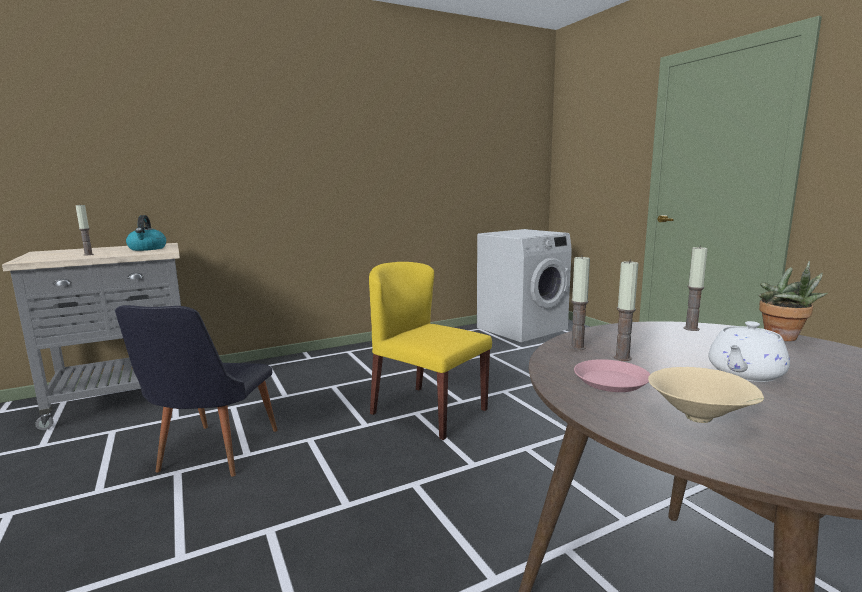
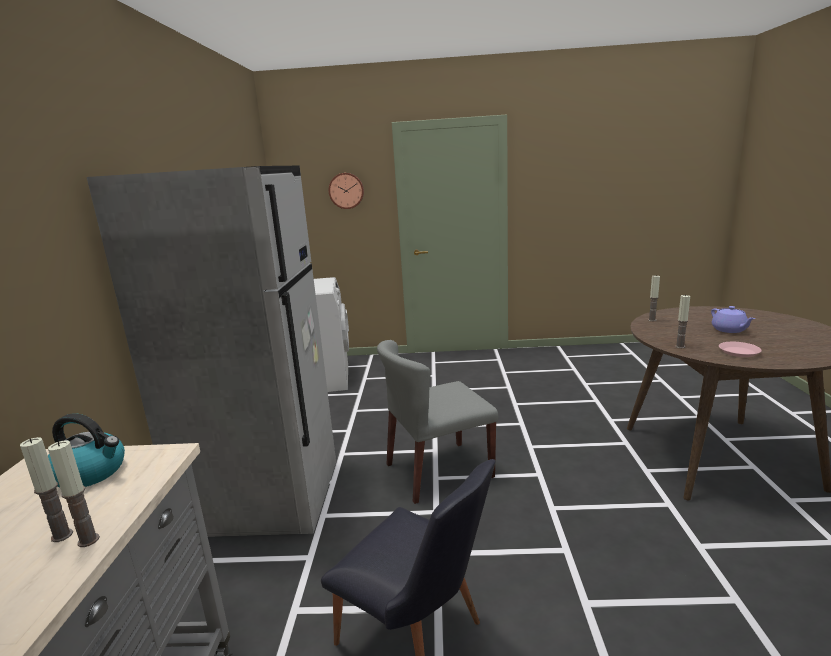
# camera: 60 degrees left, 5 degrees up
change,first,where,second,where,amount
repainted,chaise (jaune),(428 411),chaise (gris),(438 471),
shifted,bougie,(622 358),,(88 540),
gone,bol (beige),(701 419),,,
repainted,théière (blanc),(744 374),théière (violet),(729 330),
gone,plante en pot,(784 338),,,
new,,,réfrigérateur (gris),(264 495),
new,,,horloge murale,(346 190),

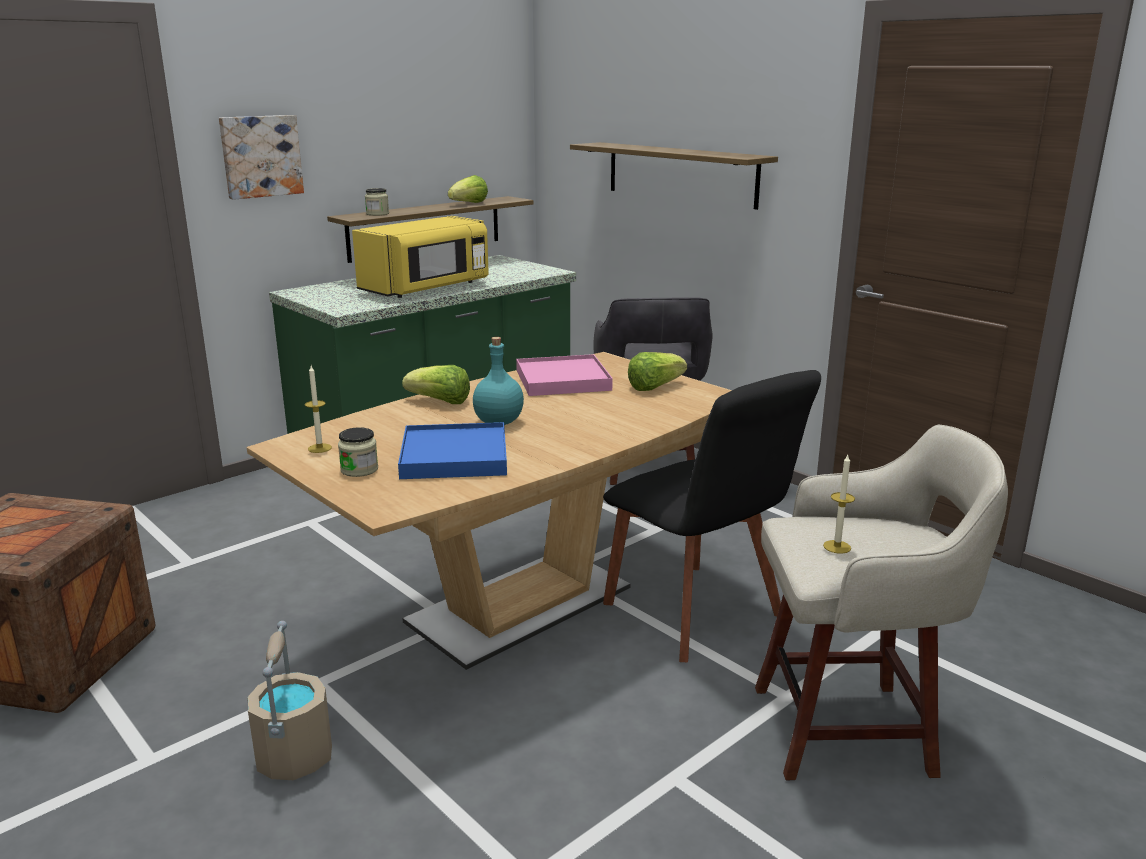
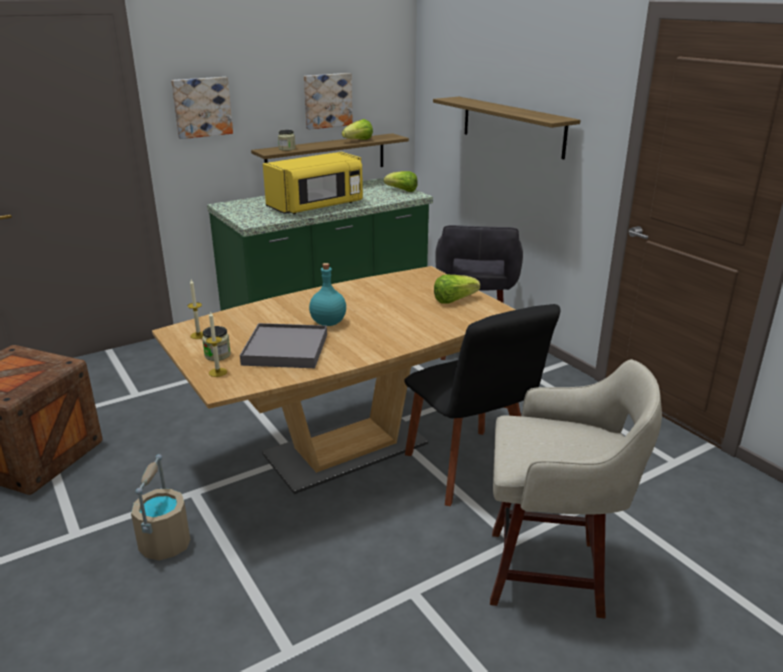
# camera: 10 degrees right, 5 degrees up
change,first,where,second,where,amount
repainted,plateau (bleu),(455 456),plateau (gris),(286 349),
shifted,laitue,(440 402),,(402 190),
gone,plateau (rose),(562 380),,,
shifted,bougie,(837 547),,(218 372),
new,,,tableau,(327 100),

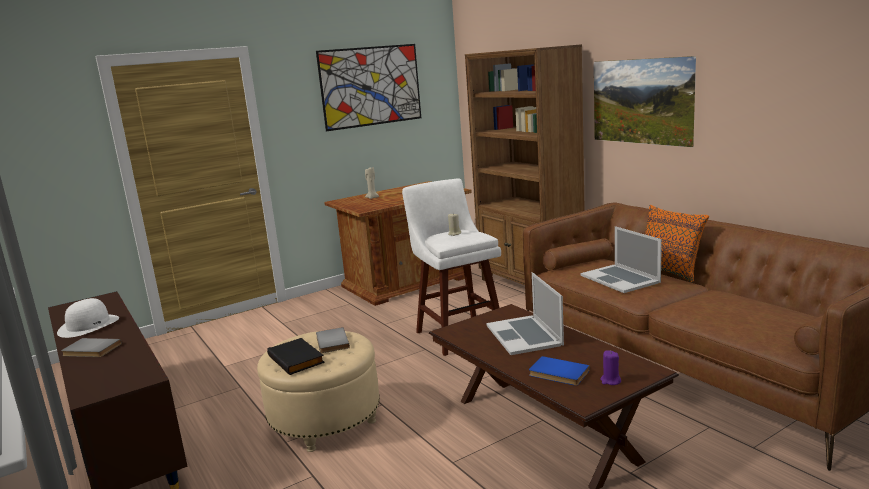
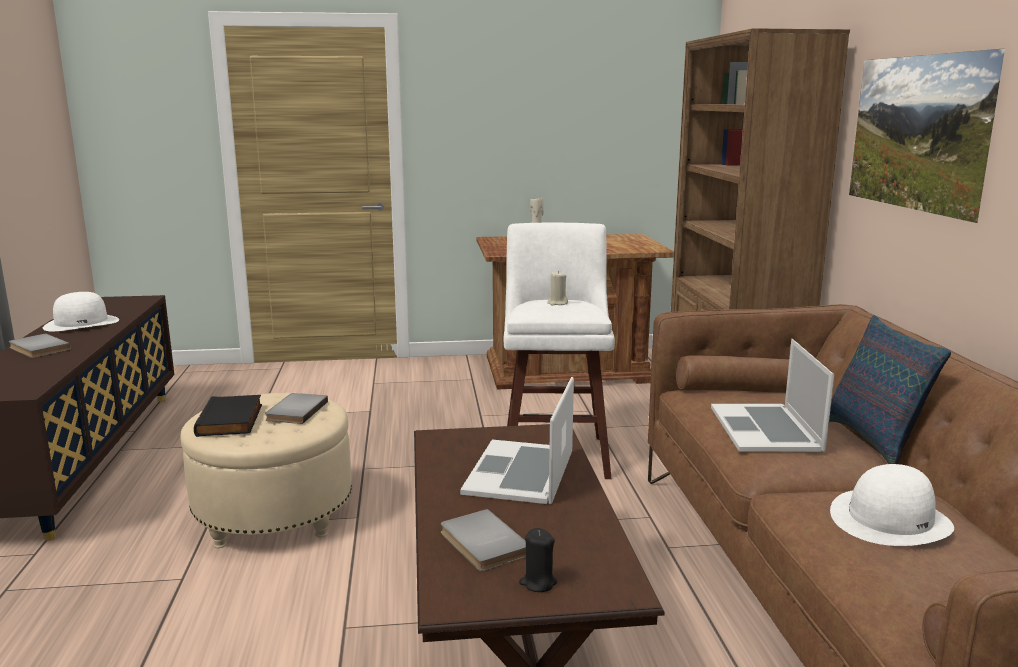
# camera: 25 degrees right, 0 degrees up
change,first,where,second,where,amount
gone,tableau,(371 86),,,
repainted,livre (bleu),(558 374),livre (gris),(481 544),
repainted,bougie (violet),(610 381),bougie (noir),(538 583),
repainted,coussin (orange),(669 273),coussin (bleu),(873 441),
new,,,chapeau (blanc),(890 519),

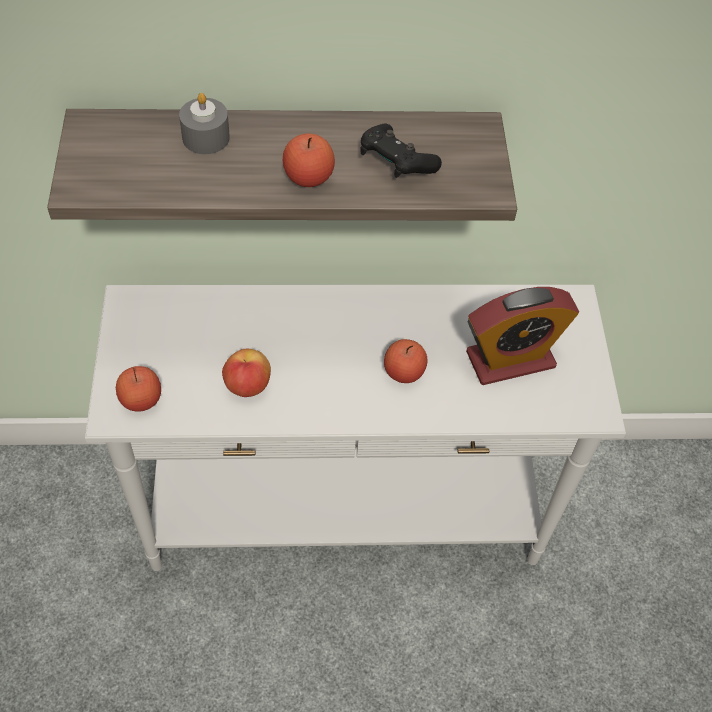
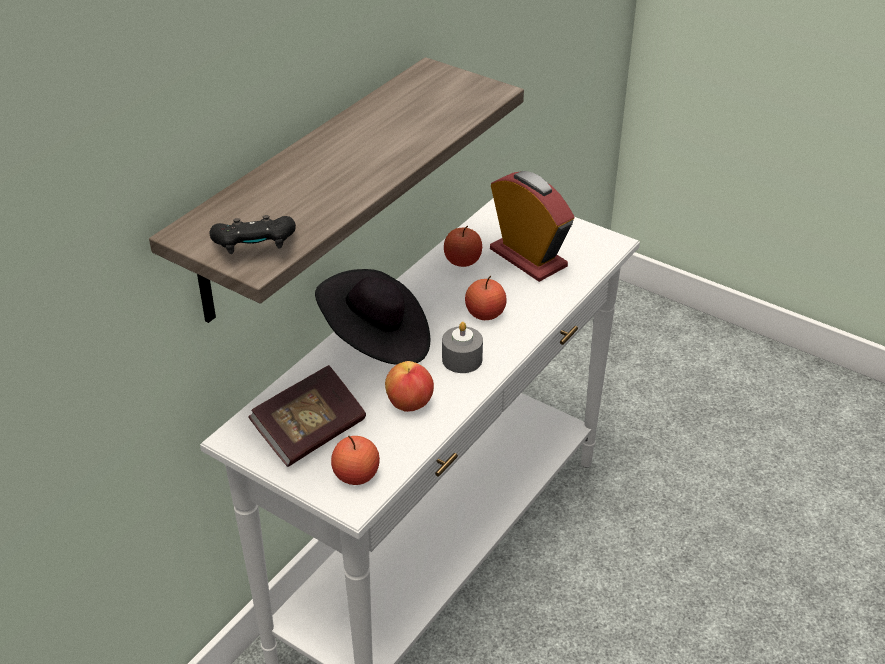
# camera: 50 degrees left, 15 degrees down
change,first,where,second,where,amount
shifted,bougie (gris),(206 137),,(462 359),
shifted,pomme,(308 177),,(462 261),
shifted,manette (noir),(395 164),,(255 248),
rotated,réveil,(510 359),,(528 258),60 degrees counterclockwise
new,,,livre,(310 432),
new,,,chapeau (noir),(376 341),

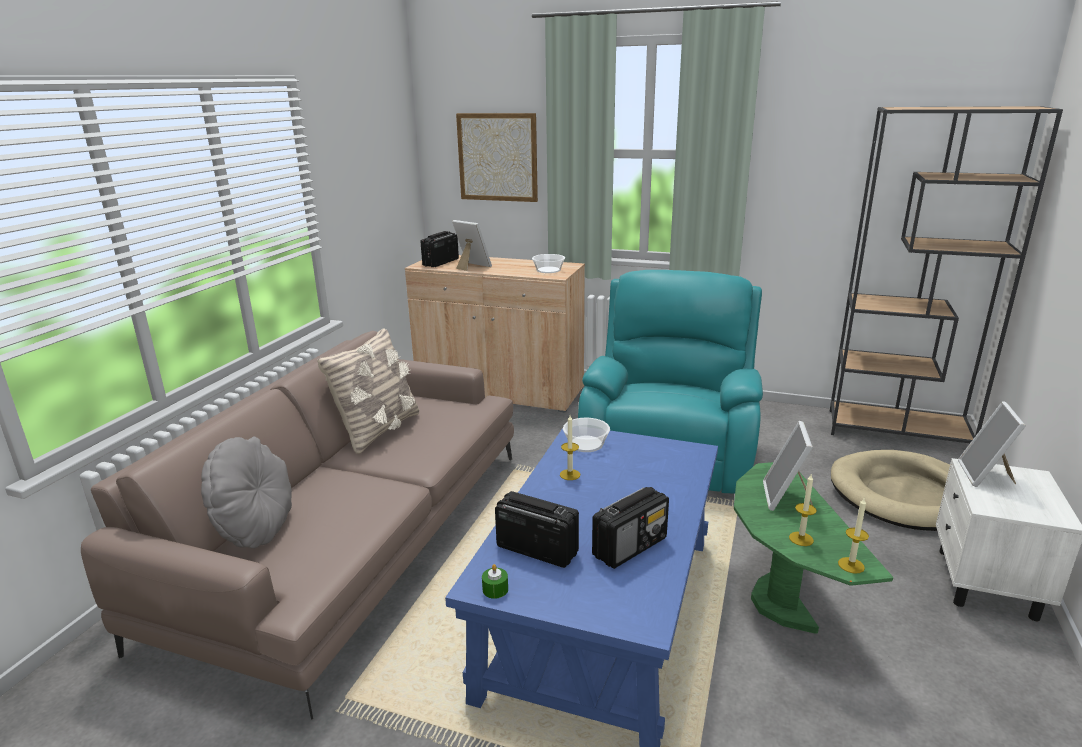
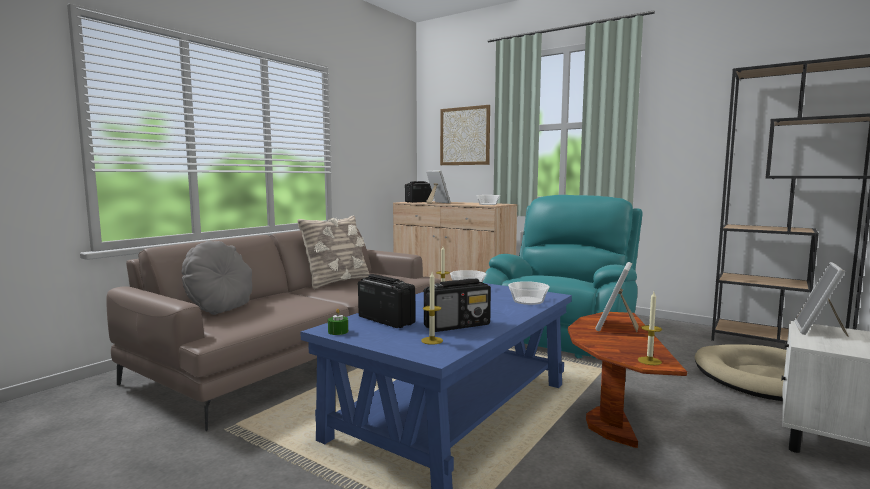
# camera: 15 degrees right, 15 degrees down
change,first,where,second,where,amount
repainted,table d'appoint (vert),(782 603),table d'appoint (marron),(613 425),
shifted,bougie,(801 539),,(432 340),
new,,,bol,(528 300),

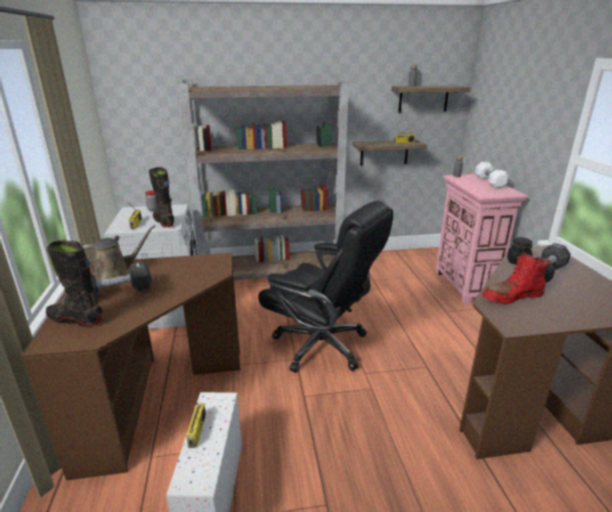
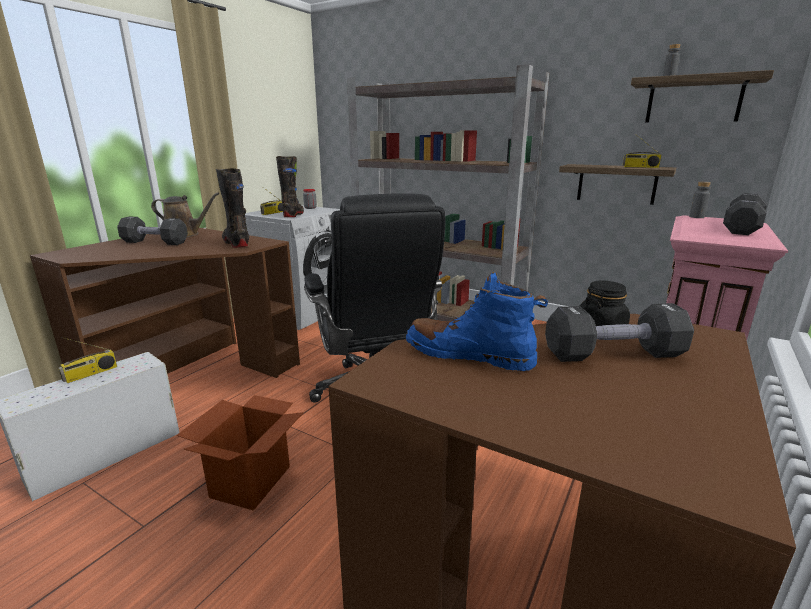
# camera: 40 degrees right, 5 degrees down
change,first,where,second,where,amount
shifted,botte (noir),(76 319),,(236 243),
repainted,haltère (blanc),(489 182),haltère (noir),(741 228),
repainted,botte (rouge),(512 297),botte (bleu),(469 355),
new,,,carton,(251 481),

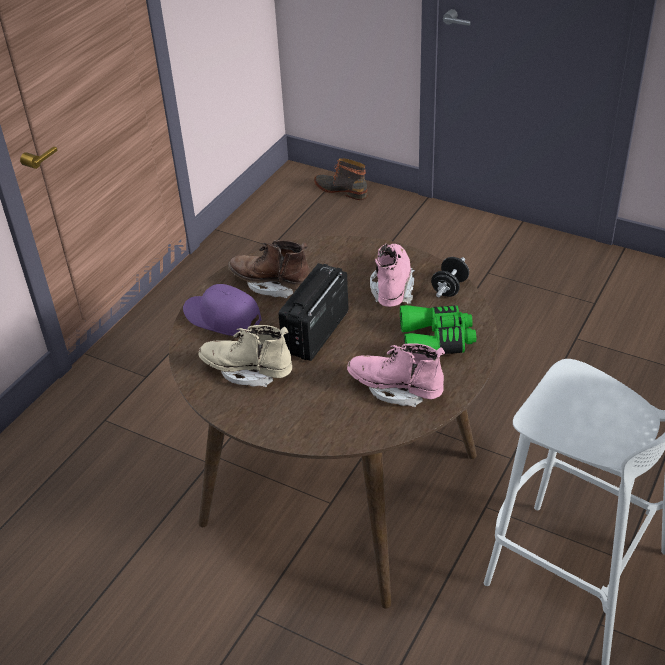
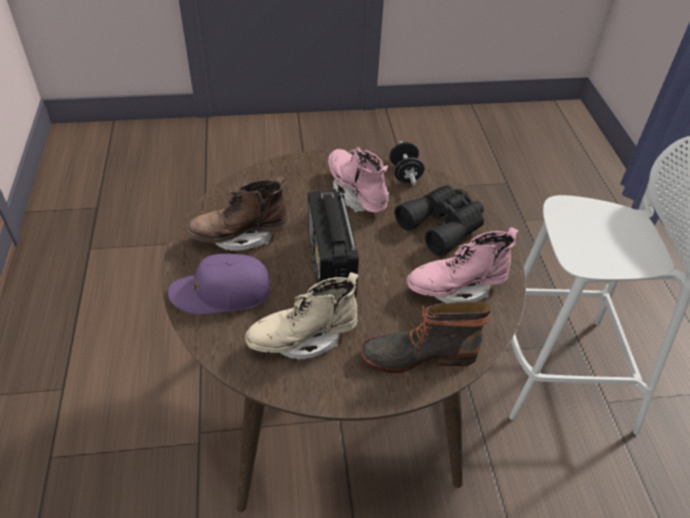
# camera: 40 degrees left, 5 degrees up
change,first,where,second,where,amount
shifted,botte,(341 189),,(418 354),
repainted,jumelles (vert),(436 340),jumelles (noir),(442 226),

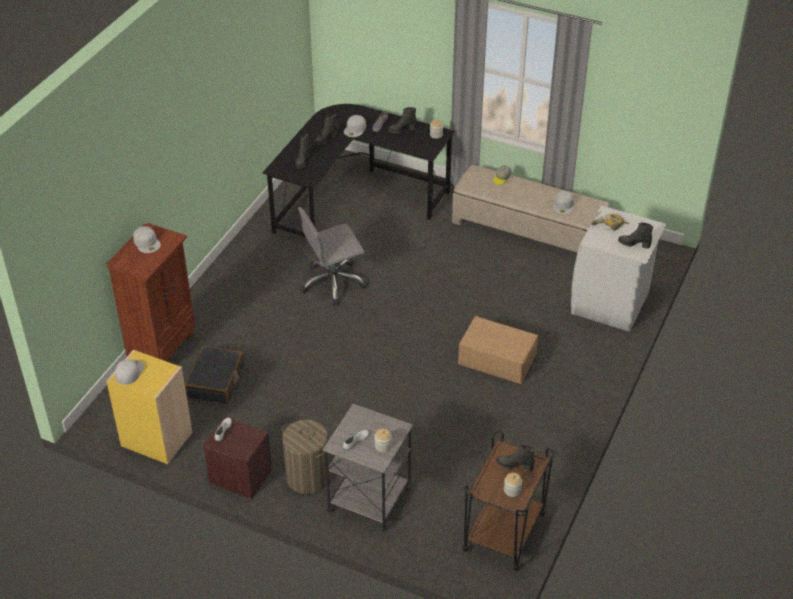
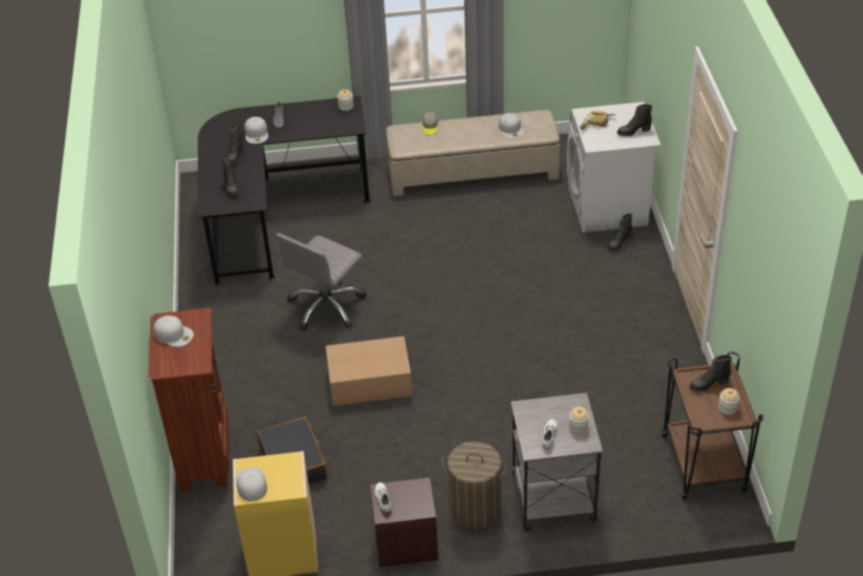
# camera: 30 degrees left, 0 degrees up
change,first,where,second,where,amount
shifted,botte (noir),(402 130),,(619 243),
shifted,carton,(496 359),,(368 382),

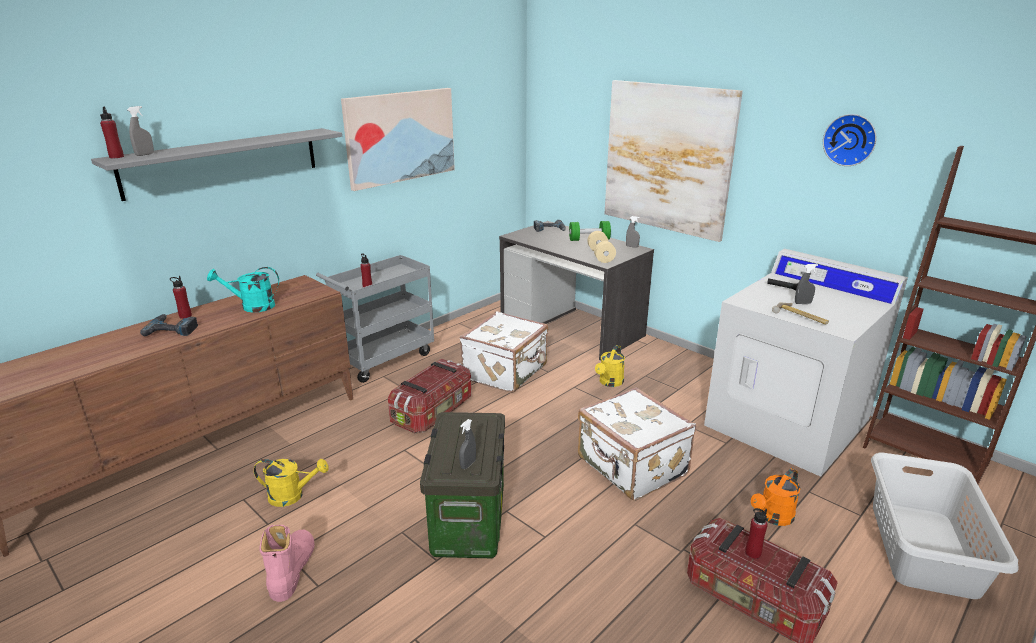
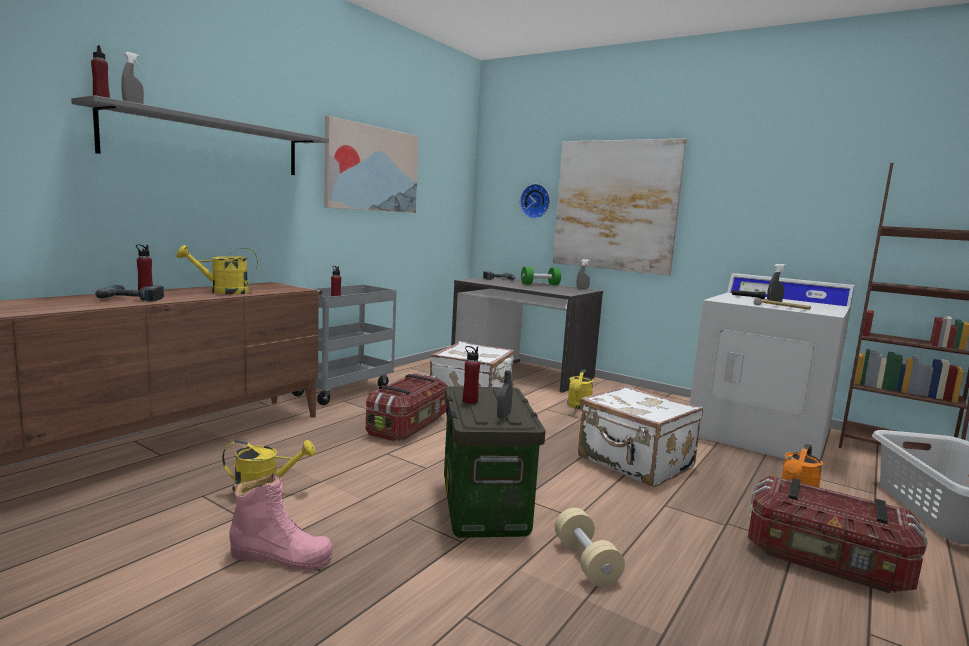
# camera: 10 degrees left, 15 degrees down
change,first,where,second,where,amount
repainted,arrosoir (turquoise),(252 306),arrosoir (jaune),(222 292),
rotated,botte (rose),(292 569),,(281 556),105 degrees clockwise
shifted,haltère (beige),(600 255),,(586 562),
shifted,bouteille (rouge),(753 553),,(470 401),
shifted,horloge murale,(850 139),,(536 201),

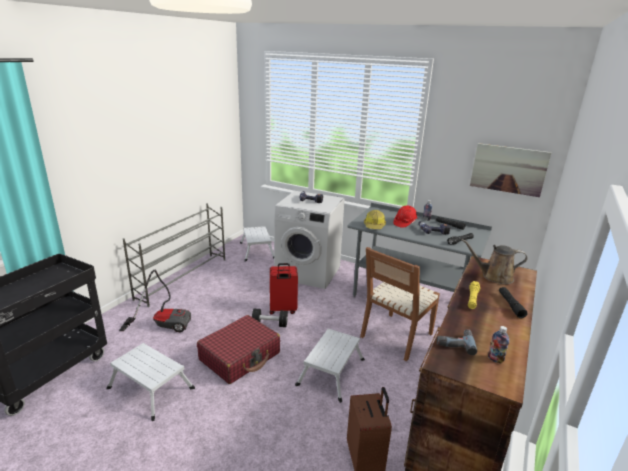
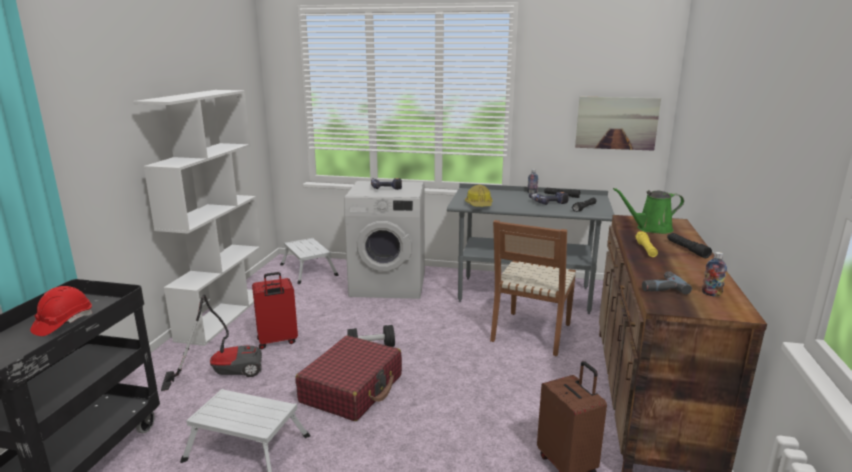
# camera: 15 degrees left, 5 degrees down
change,first,where,second,where,amount
swapped,étagère à chaussures (gris),(183 278),bibliothèque (blanc),(223 314),
shifted,valise (rouge),(283 310),,(277 341),
gone,escabeau (blanc),(331 371),,,
shifted,casque de chantier (rouge),(404 223),,(63 323),
repainted,arrosoir (marron),(494 277),arrosoir (vert),(651 229),

